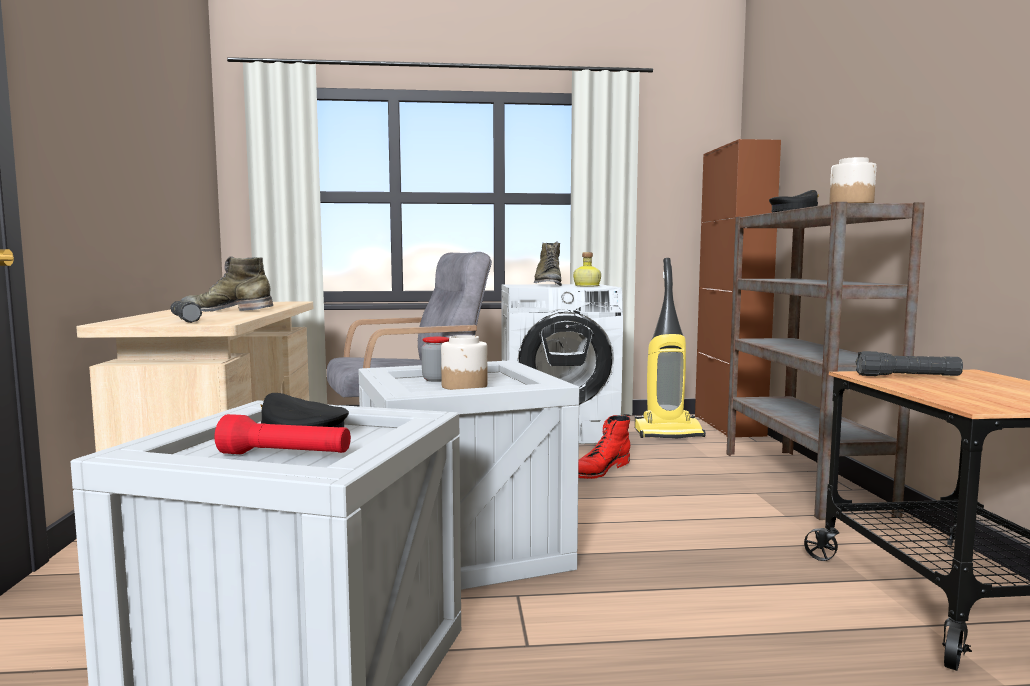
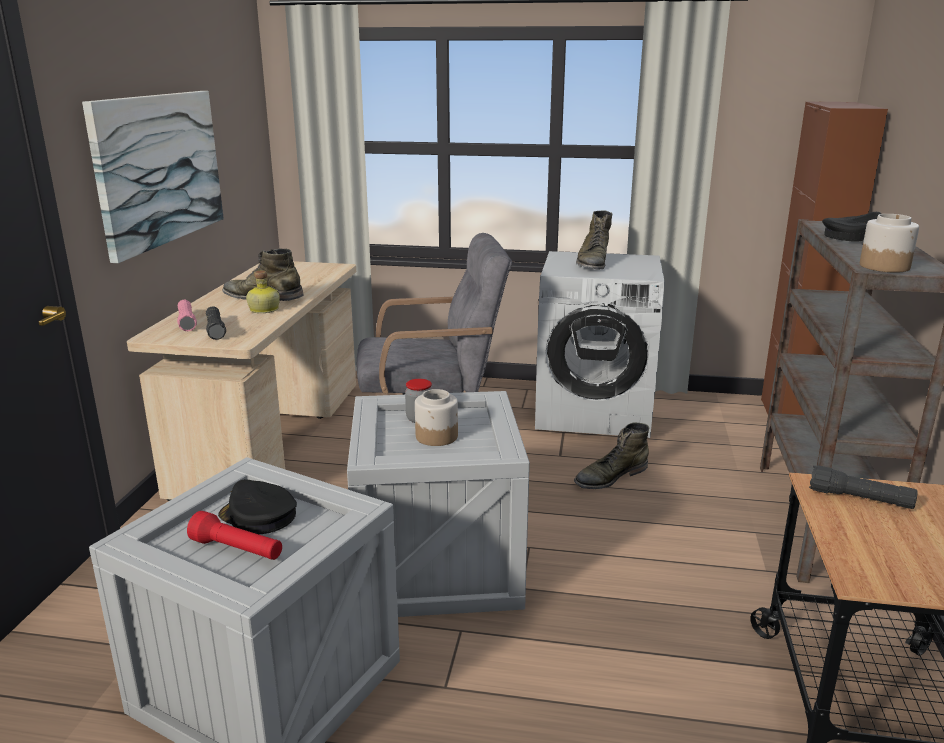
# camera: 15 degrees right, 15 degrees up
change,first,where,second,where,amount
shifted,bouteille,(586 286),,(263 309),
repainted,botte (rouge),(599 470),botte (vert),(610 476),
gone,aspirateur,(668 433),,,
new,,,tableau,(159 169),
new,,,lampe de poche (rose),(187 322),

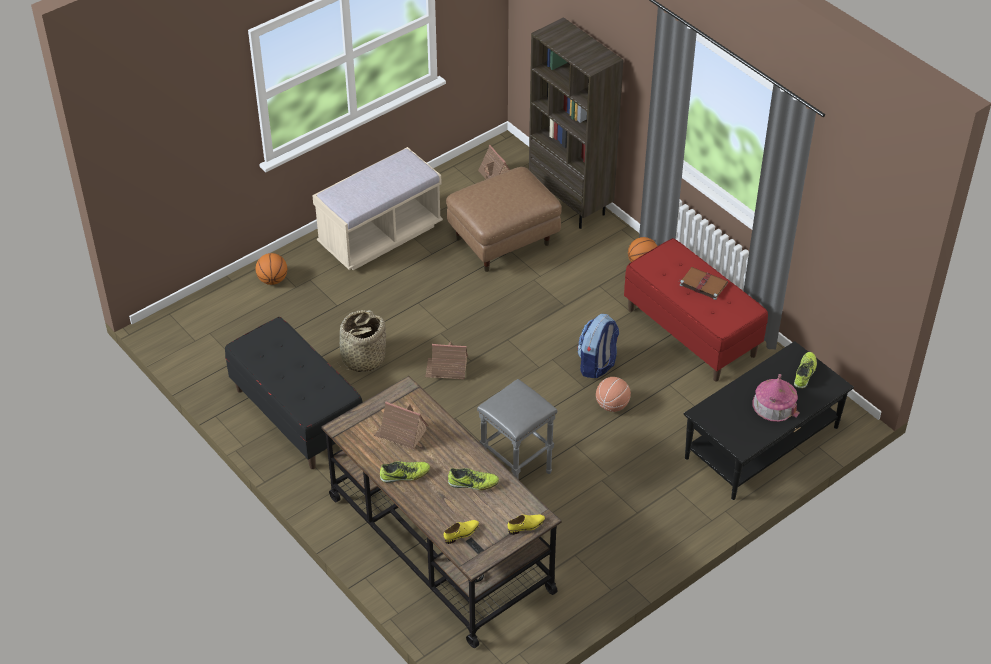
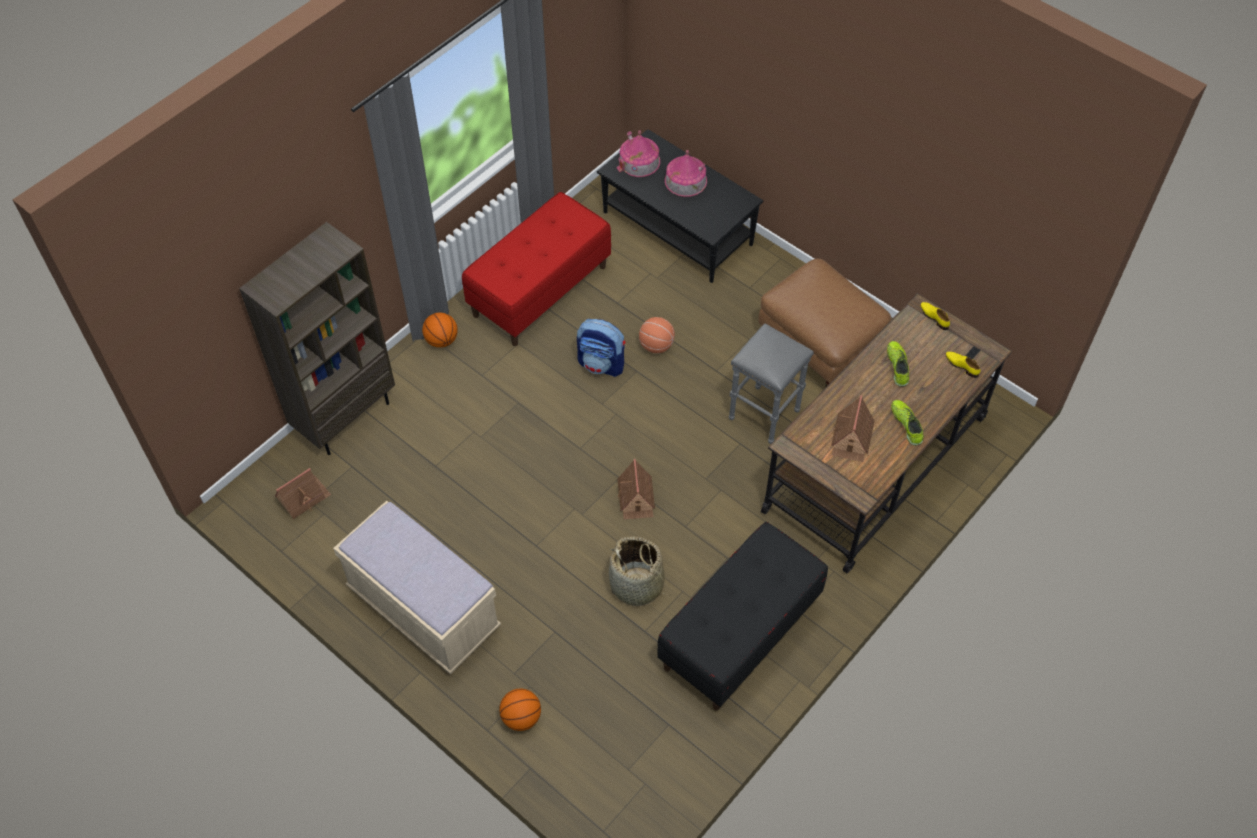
# camera: 100 degrees left, 10 degrees up
change,first,where,second,where,amount
shifted,pouf (marron),(504 241),,(818 346),
gone,livre (marron),(702 284),,,
swapped,chaussure,(805 373),maison miniature,(639 161),

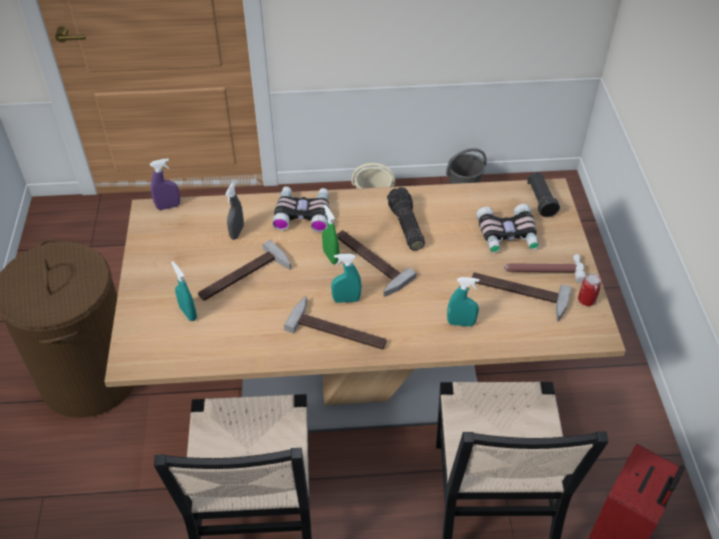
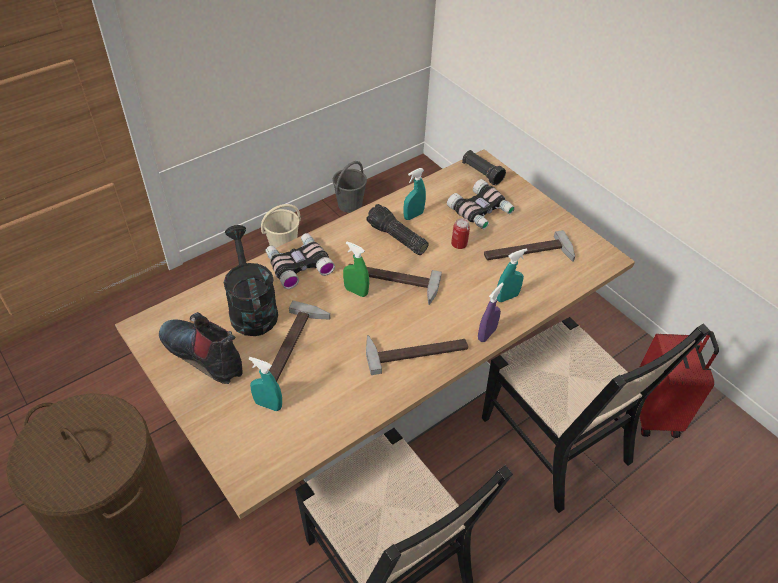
# camera: 35 degrees left, 0 degrees up
change,first,where,second,where,amount
shifted,vaporisateur (violet),(168 206),,(486 334),
swapped,vaporisateur (gris),(237 232),arrosoir (noir),(251 308),
shifted,vaporisateur (turquoise),(346 300),,(413 215),
gone,marteau,(543 270),,,
shifted,boîte métallique,(586 300),,(459 244),
new,,,botte,(204 354),

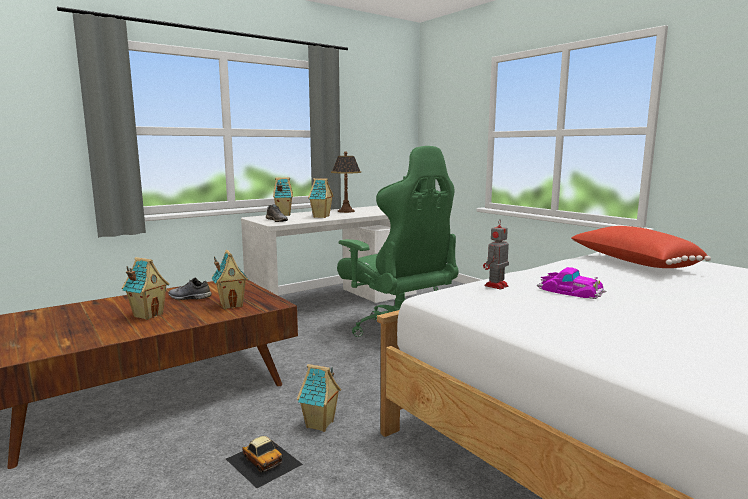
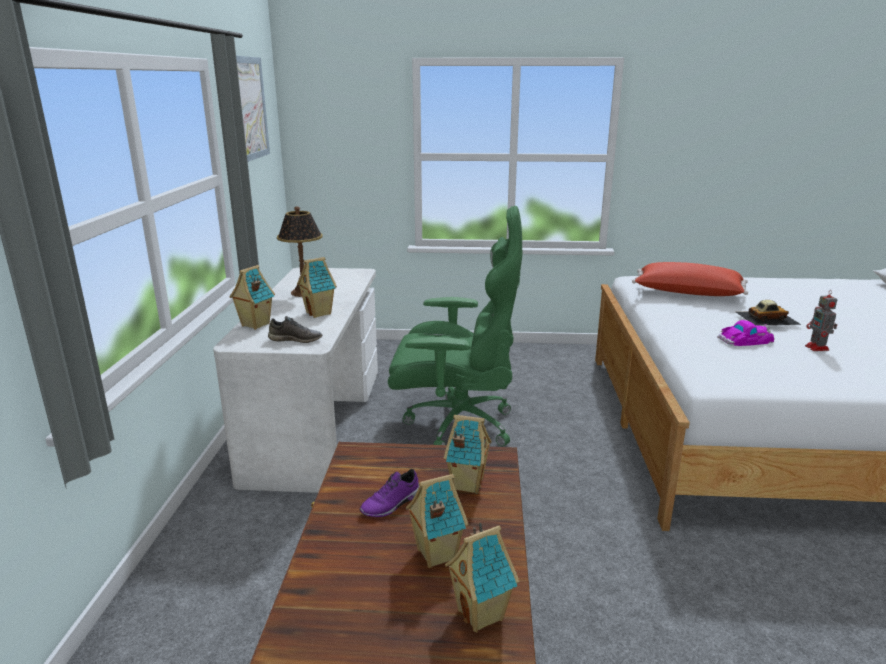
# camera: 50 degrees left, 10 degrees up
change,first,where,second,where,amount
repainted,chaussure (gris),(189 298),chaussure (violet),(391 504),
shifted,petite voiture,(263 461),,(766 317),
shifted,maison miniature,(320 425),,(482 614),
shifted,robot jouet,(495 286),,(817 348),
new,,,tableau,(249 108),

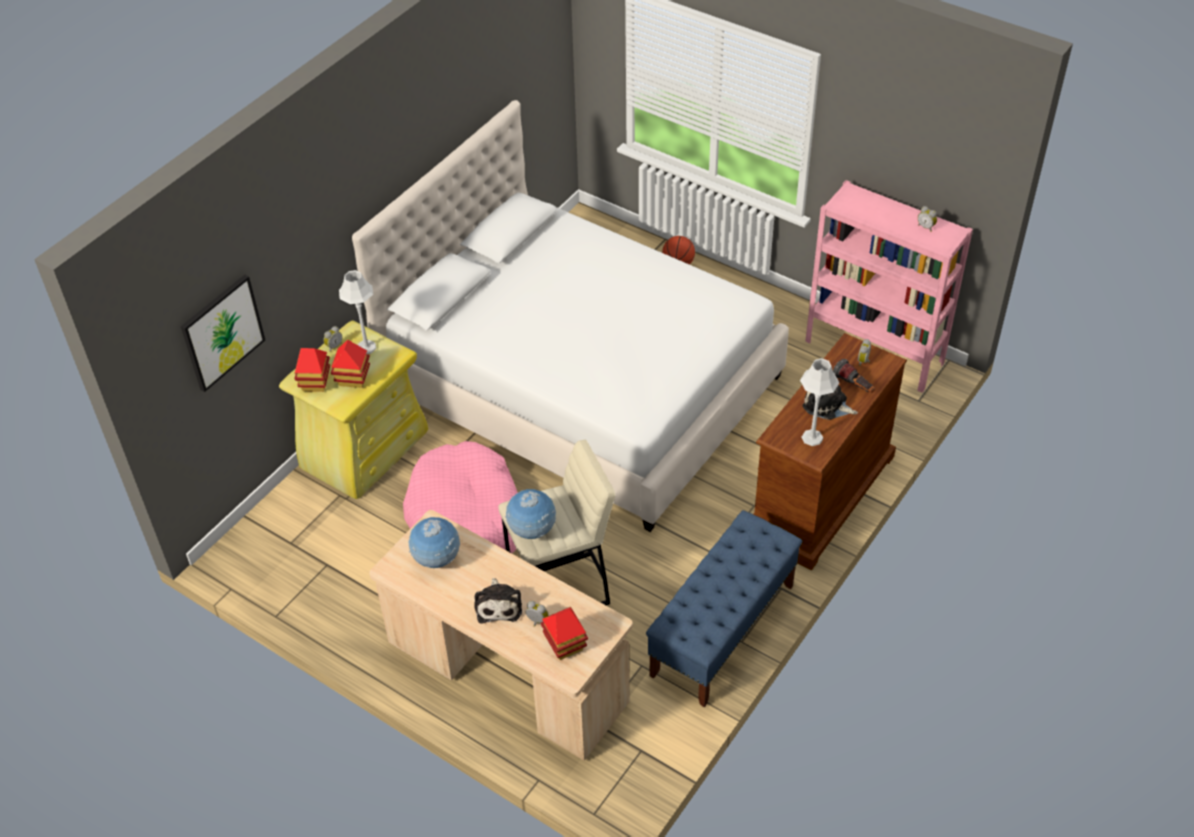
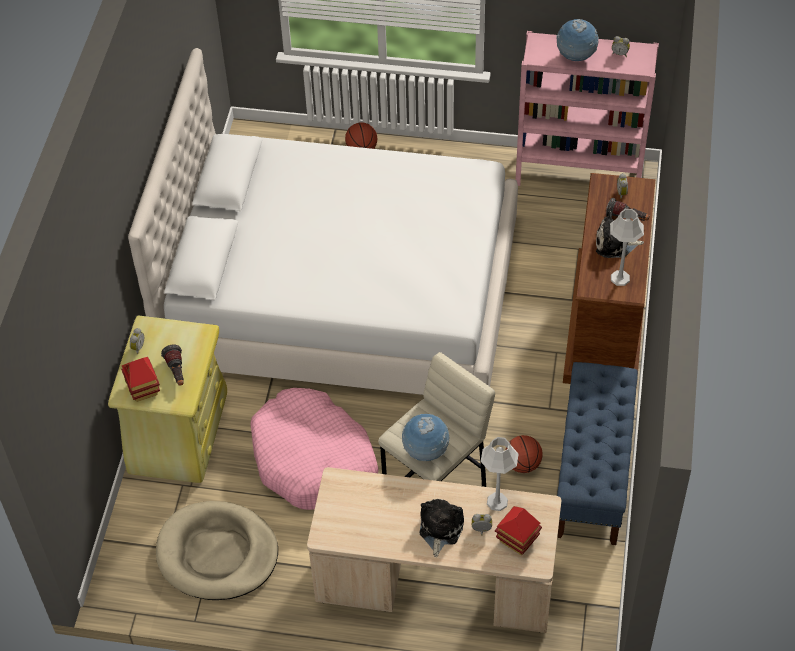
# camera: 25 degrees left, 5 degrees up
change,first,where,second,where,amount
gone,tableau,(222 332),,,
swapped,maison miniature,(353 379),lampe de poche,(177 372),
shifted,lampe de table (gris),(366 347),,(497 501),
shifted,globe,(437 559),,(575 57),
rotated,peluche,(498 605),,(440 529),135 degrees counterclockwise
new,,,panier pour chien (beige),(217 554),
new,,,ballon de basket,(523 464),

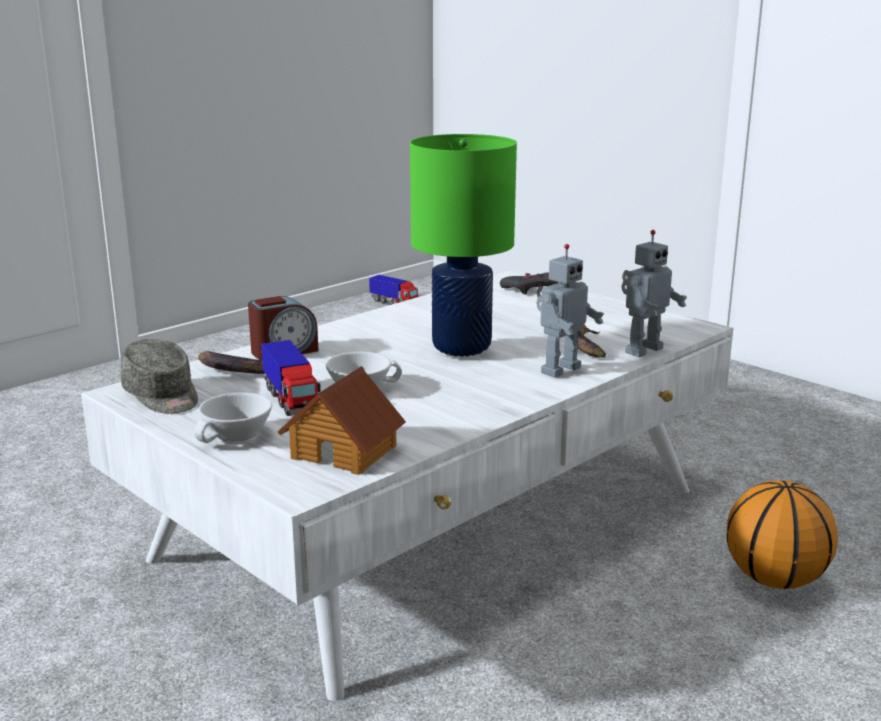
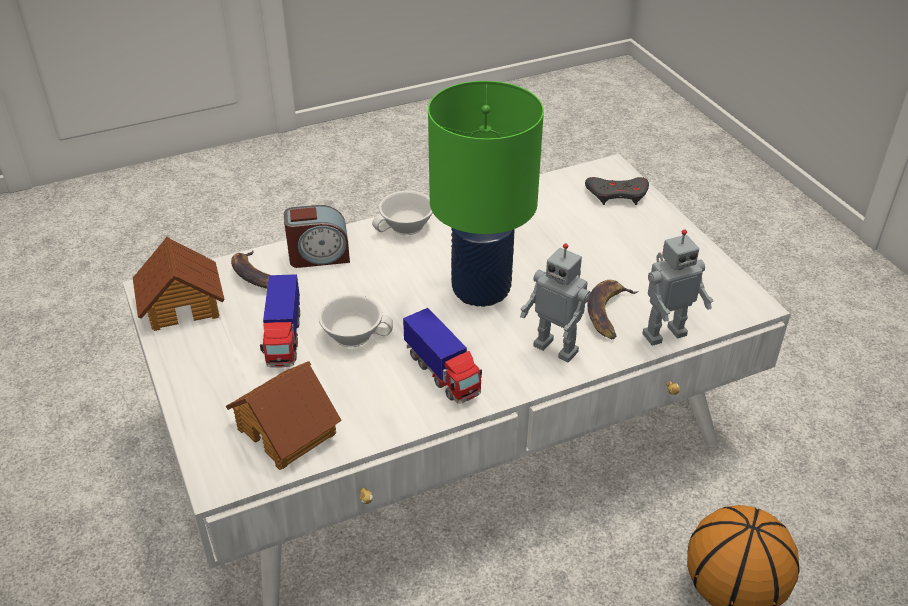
# camera: 20 degrees right, 20 degrees up
change,first,where,second,where,amount
swapped,casquette (gris),(162 396),maison miniature,(182 304),
shifted,tasse (blanc),(237 436),,(406 227),
shifted,camion jouet,(394 303),,(442 373),
rotated,robot jouet,(559 369),,(557 348),60 degrees clockwise

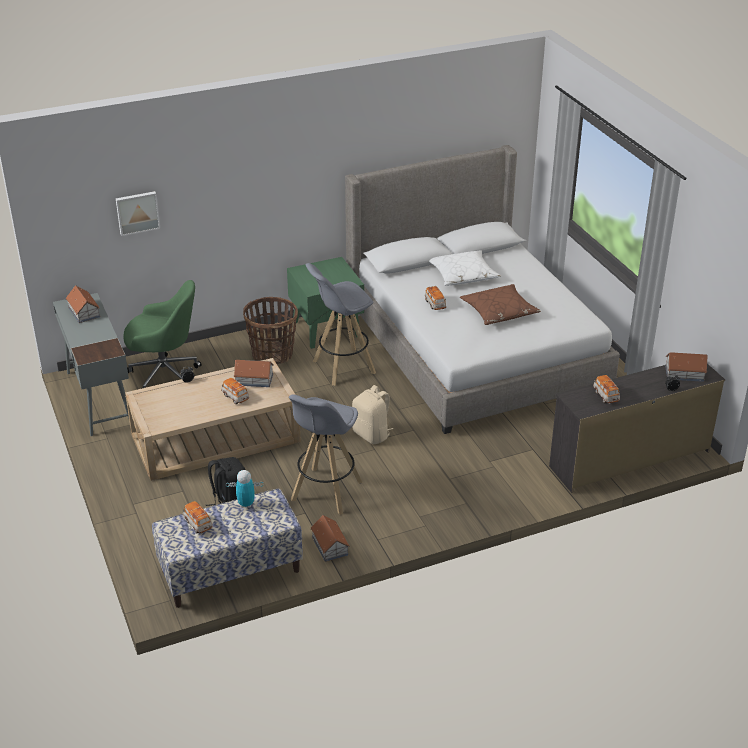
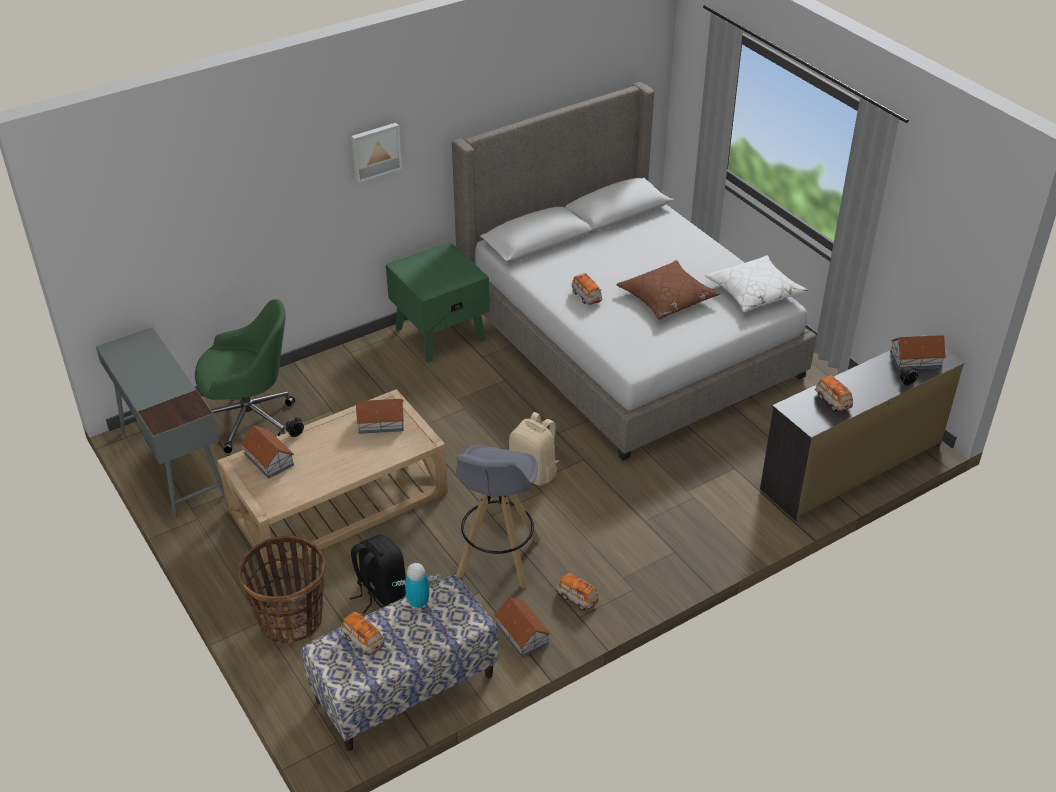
# camera: 10 degrees left, 5 degrees up
change,first,where,second,where,amount
shifted,maison miniature,(84 312),,(269 460),
shifted,tableau,(137 212),,(375 151),
shifted,petite voiture,(235 397),,(577 598),
shifted,panier,(272 354),,(291 620),
gone,tabouret (gris),(342 367),,,
shifted,coussin (blanc),(463 275),,(754 292),

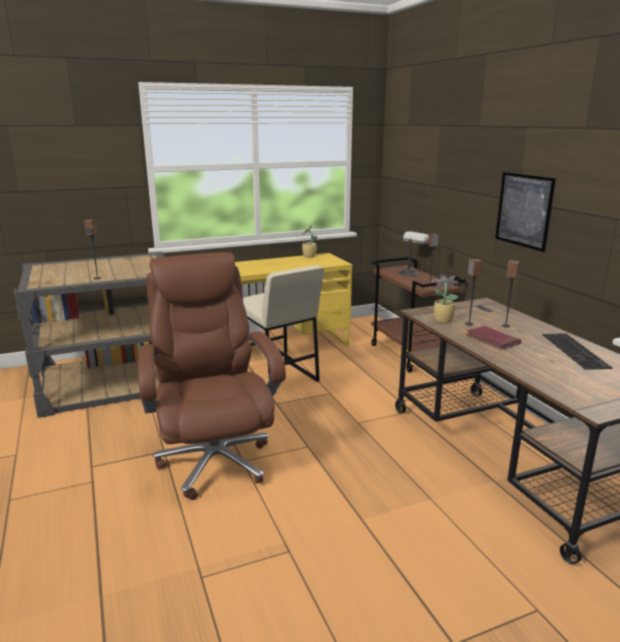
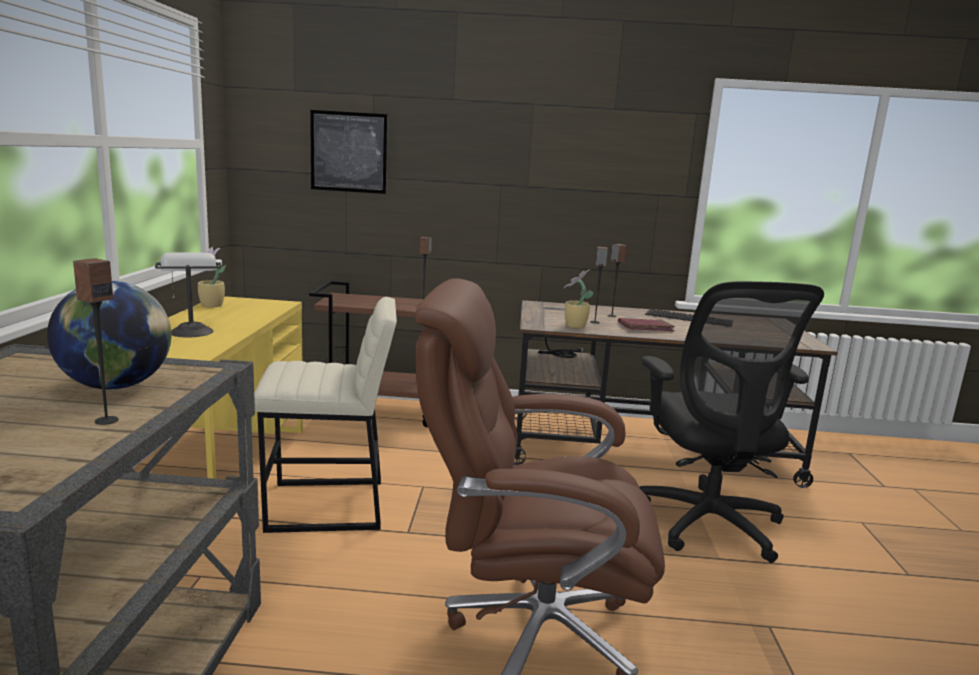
# camera: 65 degrees left, 5 degrees down
change,first,where,second,where,amount
shifted,lampe de table,(410 272),,(190 329),
shifted,tableau,(524 210),,(349 152),
new,,,globe,(116 386),
new,,,chaise de bureau (noir),(704 519),

